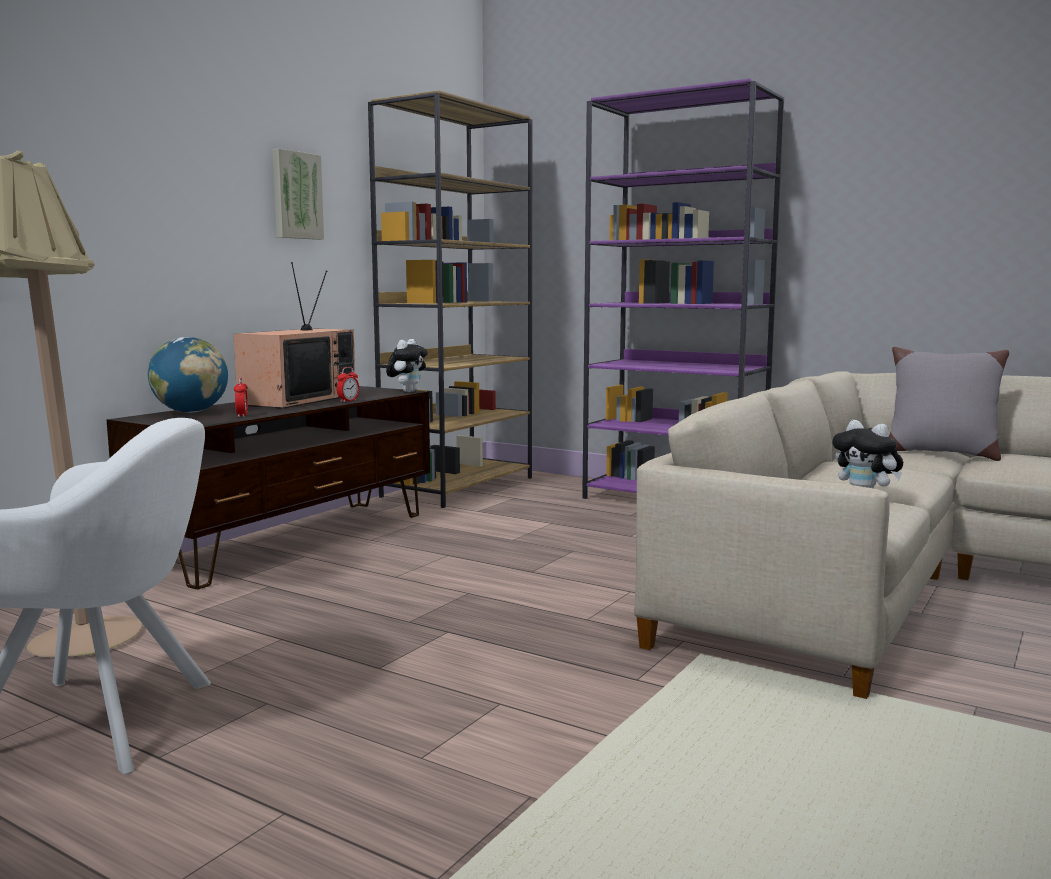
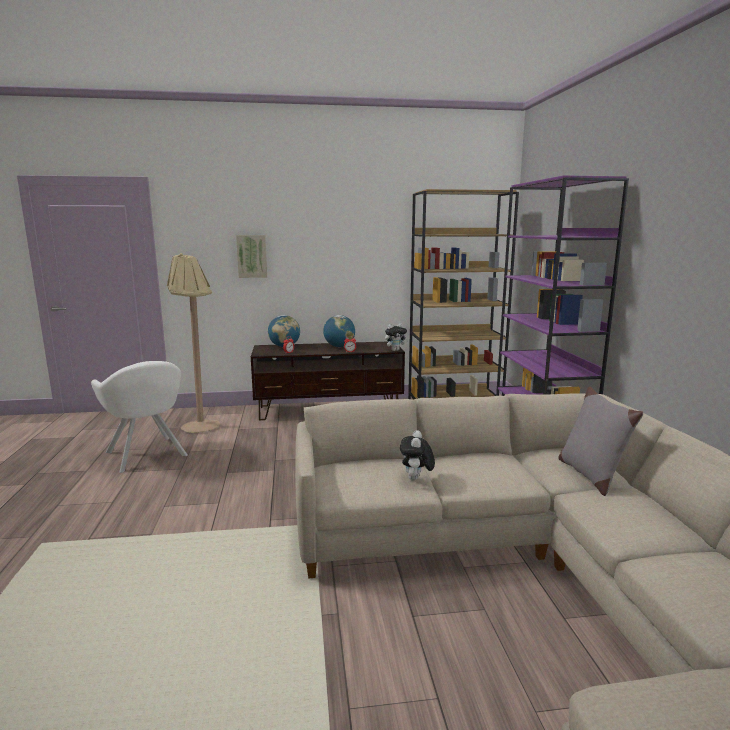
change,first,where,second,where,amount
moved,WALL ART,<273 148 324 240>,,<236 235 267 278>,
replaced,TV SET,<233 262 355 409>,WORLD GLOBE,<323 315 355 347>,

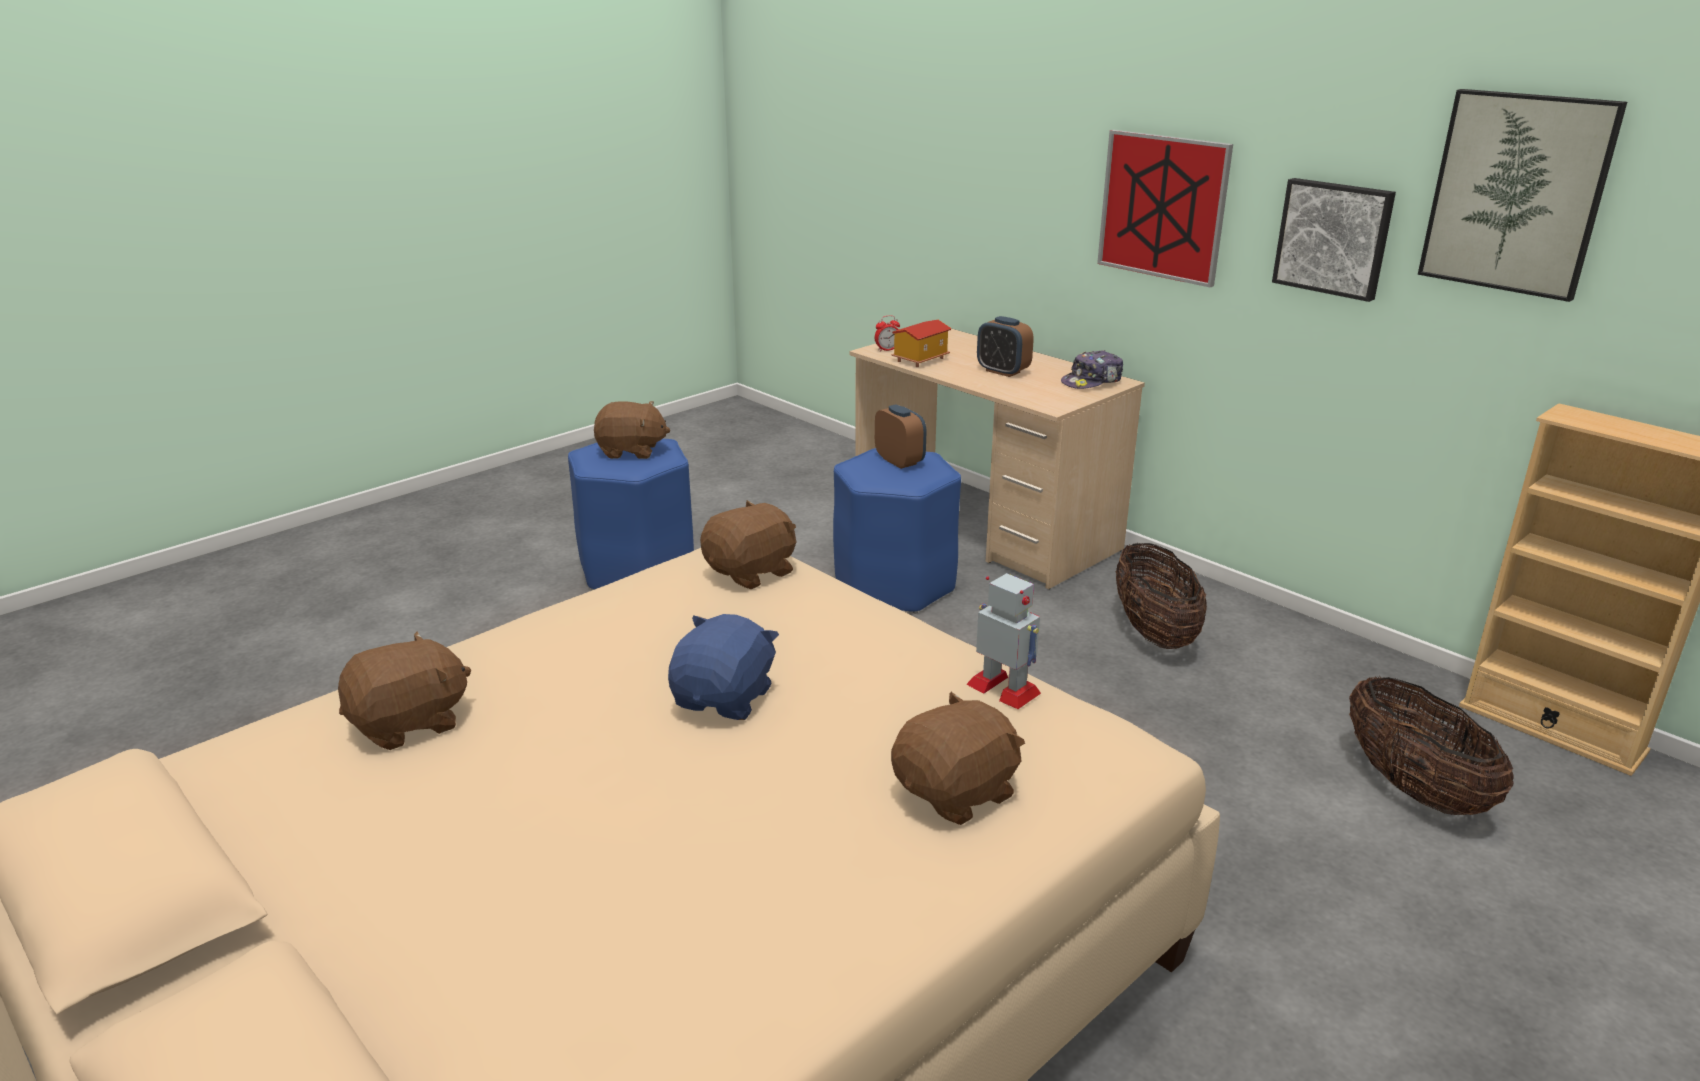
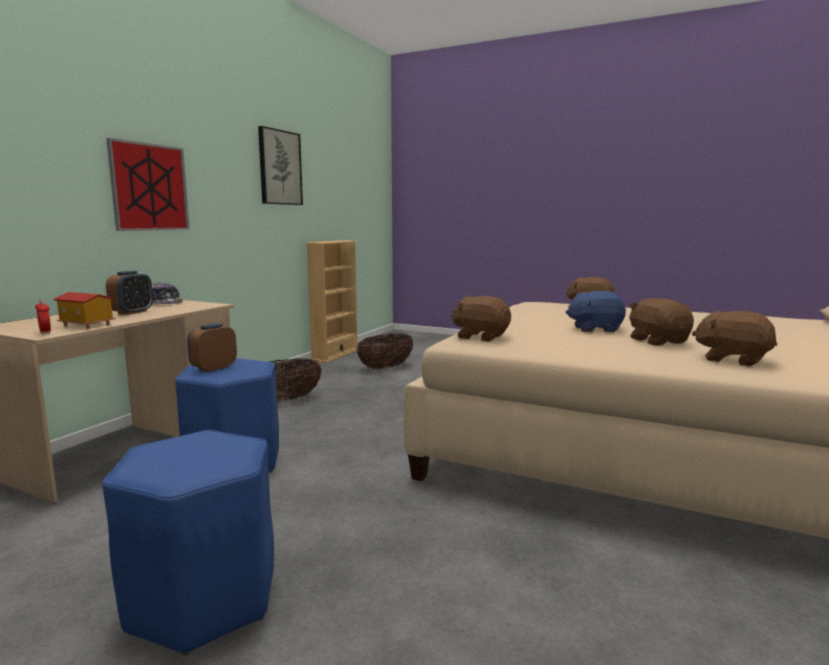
change,first,where,second,where,amount
removed,WALL ART,<1272 178 1396 302>,,,
moved,BROWN-COLOURED SOFT TOY,<594 401 670 459>,,<629 298 694 346>,
removed,ROBOT FIGURE,<966 573 1041 709>,,,

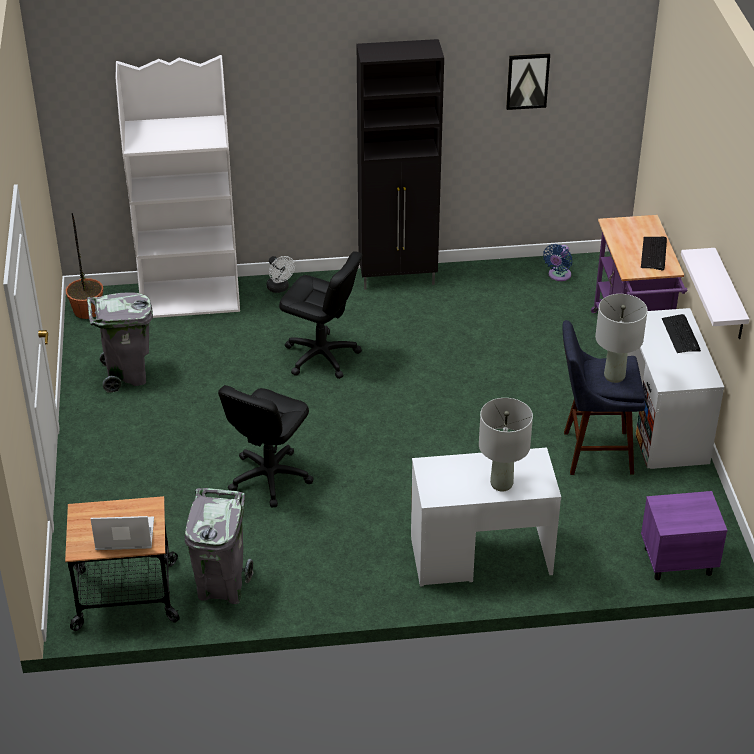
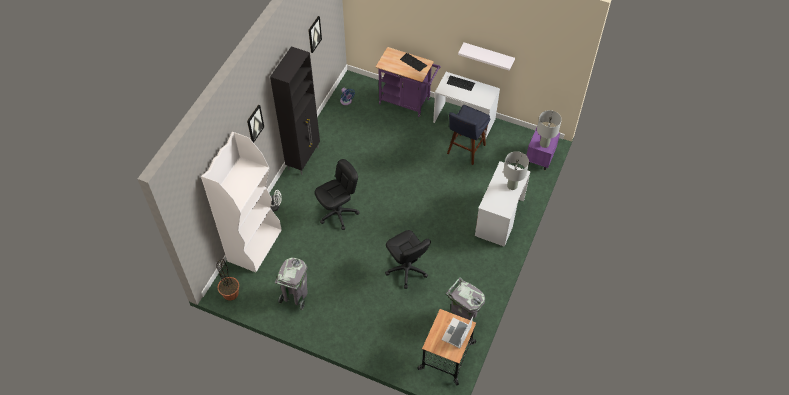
change,first,where,second,where,amount
moved,GREYISH LAMP FOR A TABLE,<595 294 648 383>,,<537 110 562 148>,
added,,,WALL ART,<247 105 264 143>,

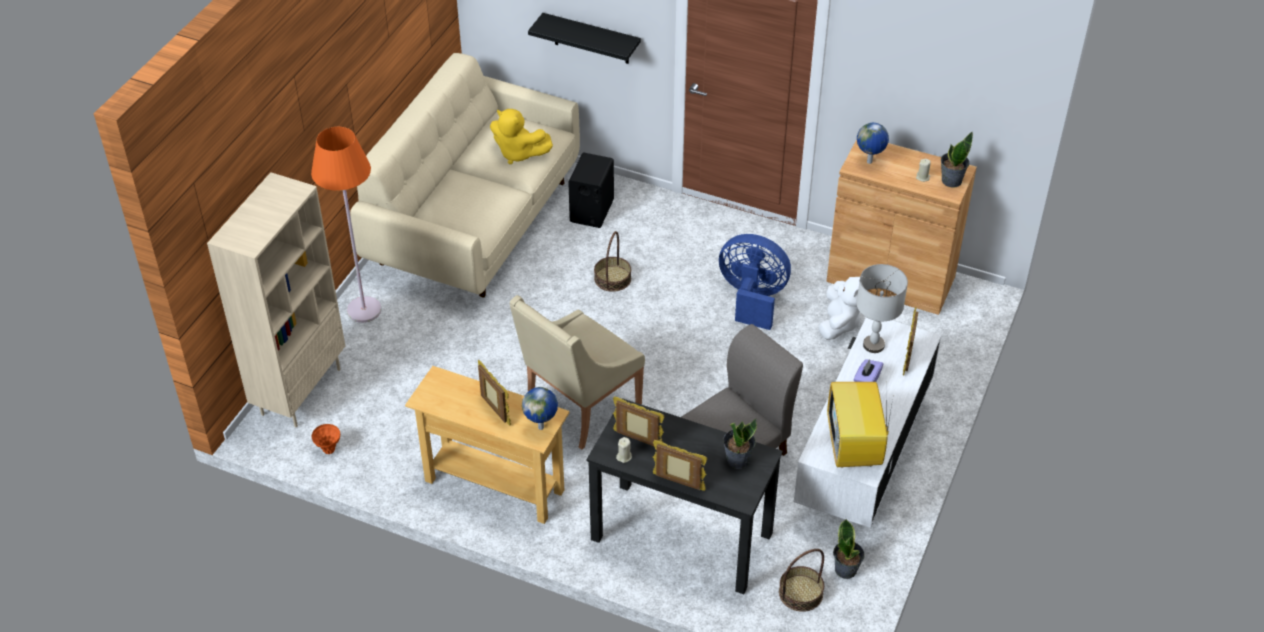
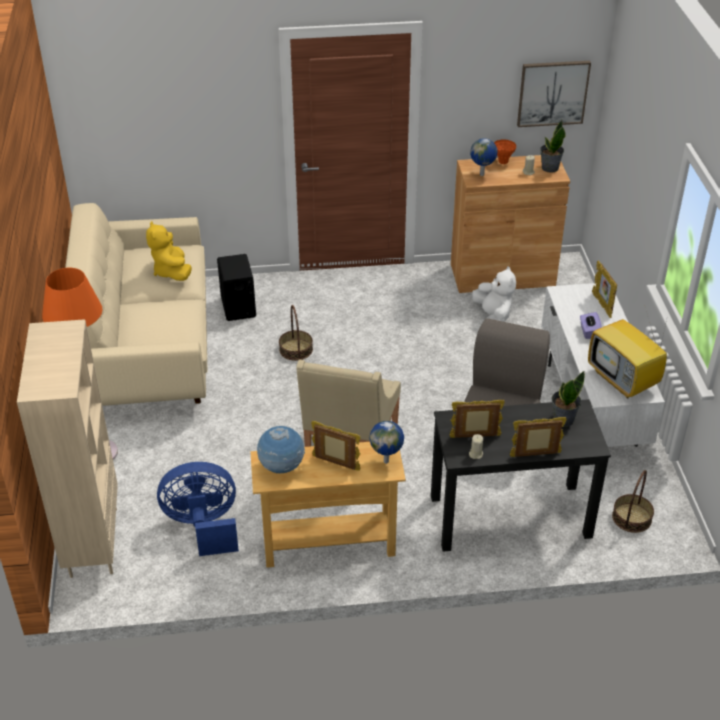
change,first,where,second,where,amount
removed,BLACK SHELF,<528 13 641 64>,,,
turned,YELLOW SOFT TOY,<490 109 553 164>,,<146 221 192 281>,75 degrees clockwise
moved,BLUE FAN,<719 234 791 330>,,<157 462 239 556>,
removed,GREYISH LAMP FOR A TABLE,<856 264 908 353>,,,
moved,ORANGEY VASE,<312 424 340 454>,,<494 139 516 164>,
removed,PLANT IN A POT,<833 519 865 579>,,,
added,,,WALL ART,<517 61 591 127>,
added,,,WORLD GLOBE,<257 426 305 473>,

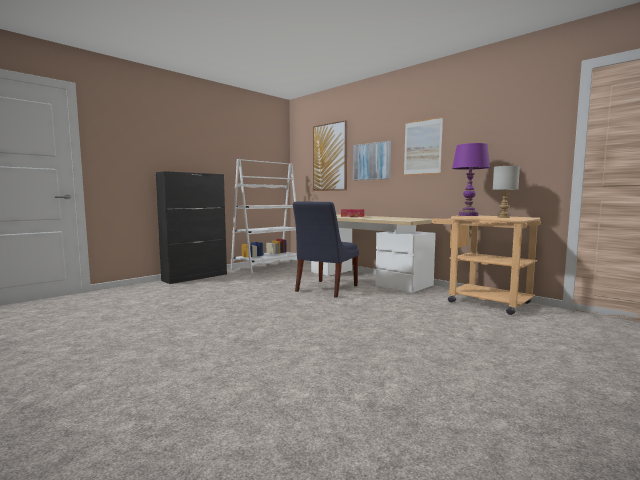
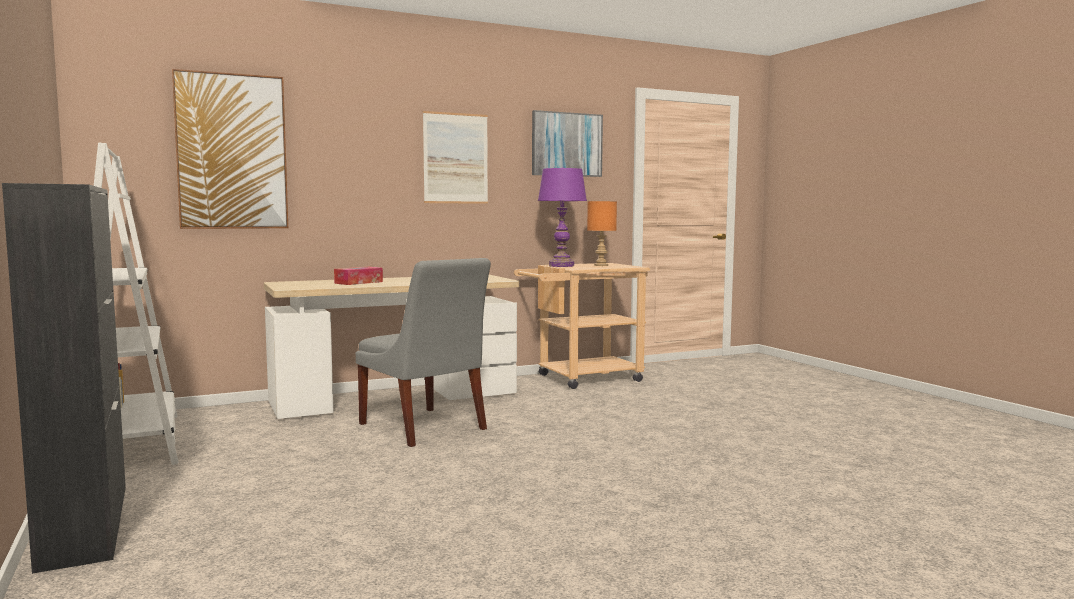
change,first,where,second,where,amount
moved,WALL ART,<353 141 391 180>,,<532 110 603 177>,
recoloured,GREYISH LAMP FOR A TABLE,<493 166 520 218>,ORANGEY LAMP FOR A TABLE,<587 201 617 266>,
recoloured,BLUE PLAIN CHAIR,<293 201 359 298>,GREYISH PLAIN CHAIR,<356 258 491 447>,

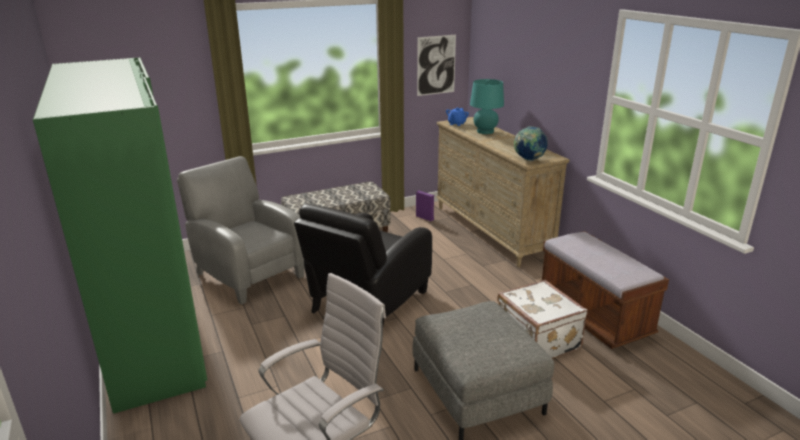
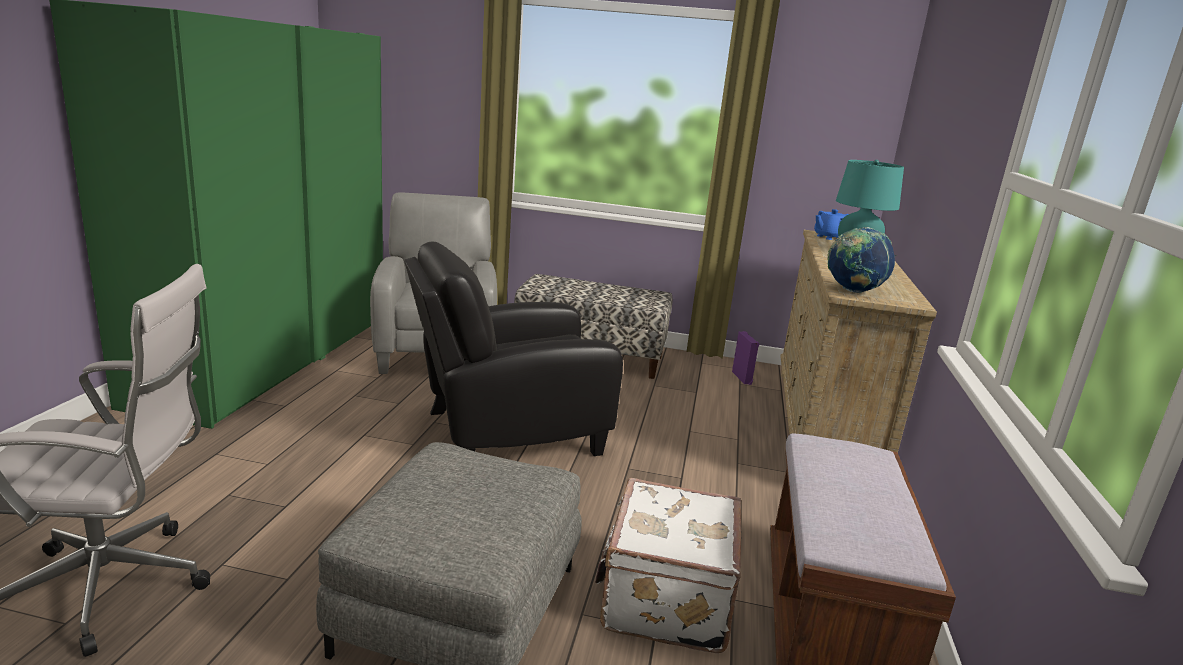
change,first,where,second,where,amount
removed,WALL ART,<417 35 456 96>,,,

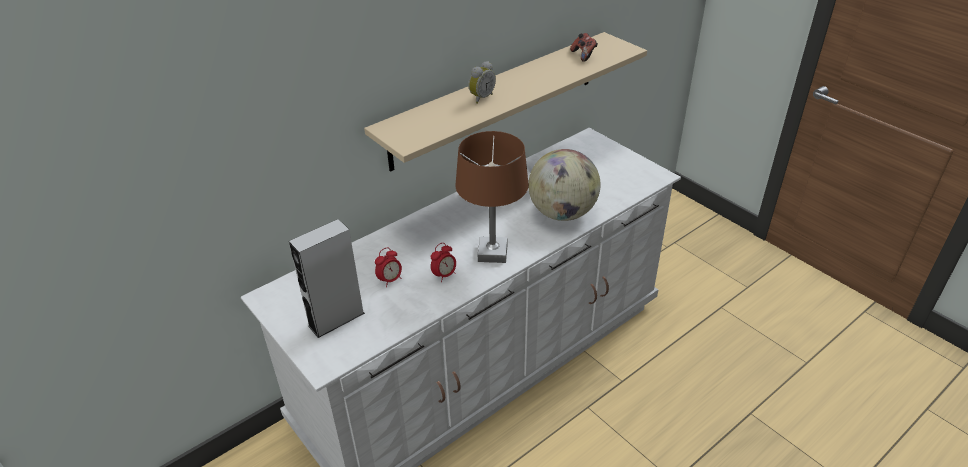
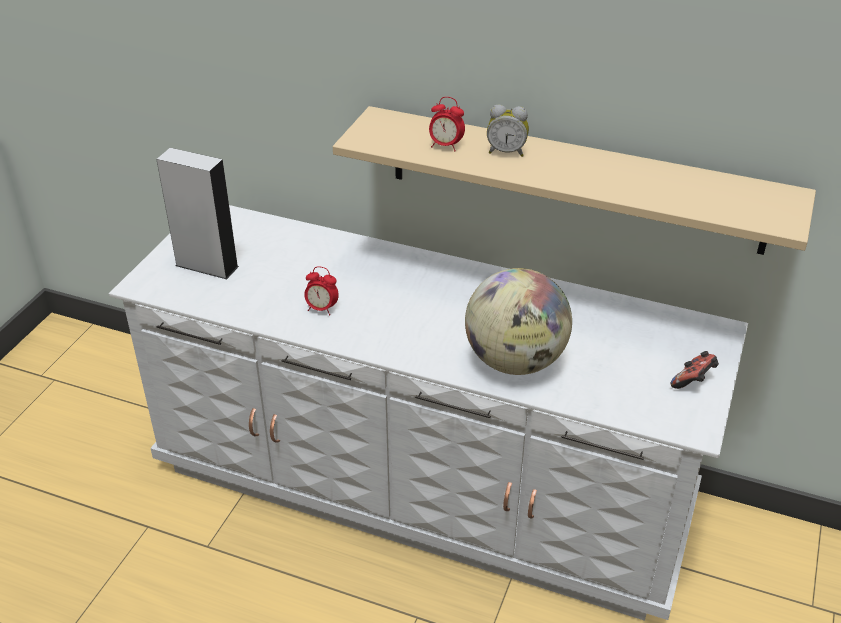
change,first,where,second,where,amount
moved,JOYPAD,<570 33 598 62>,,<671 351 719 389>,
removed,BROWN-COLOURED LAMP FOR A TABLE,<456 131 529 263>,,,
moved,ALARM CLOCK,<375 247 402 287>,,<429 97 465 151>,

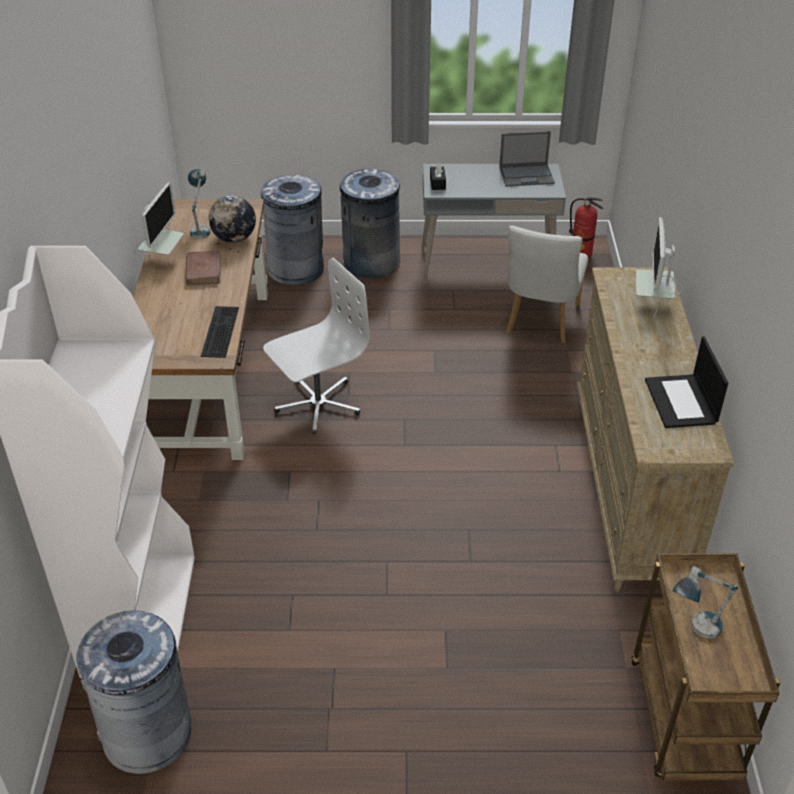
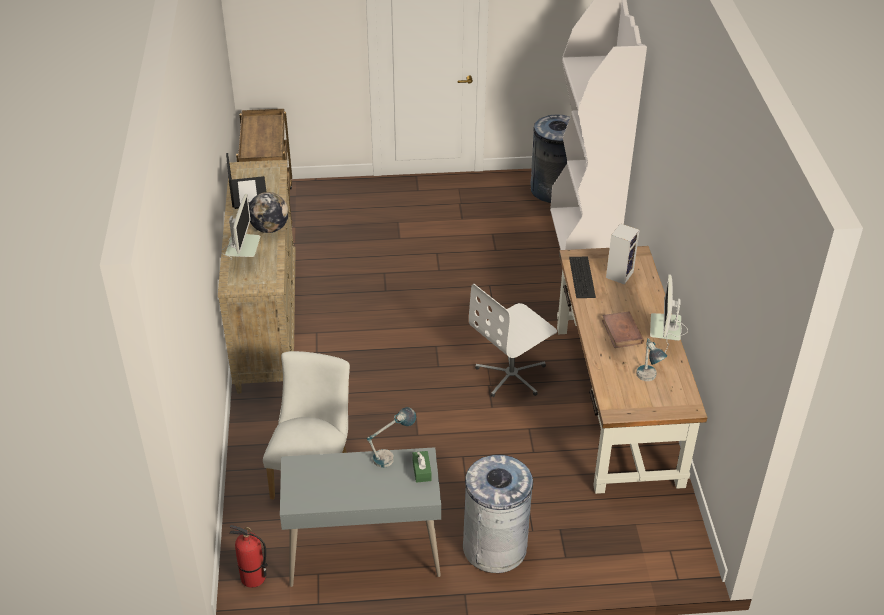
change,first,where,second,where,amount
removed,LAPTOP,<499 131 555 186>,,,
recoloured,BLACK TISSUE BOX,<430 163 446 190>,GREEN TISSUE BOX,<412 451 431 483>,
removed,GREYISH WASTE BIN,<261 175 324 285>,,,
moved,WORLD GLOBE,<209 195 256 243>,,<249 192 289 233>,
moved,LAMP FOR A TABLE,<672 566 738 639>,,<367 407 416 468>,
added,,,AUDIO SPEAKER,<606 223 639 285>,

